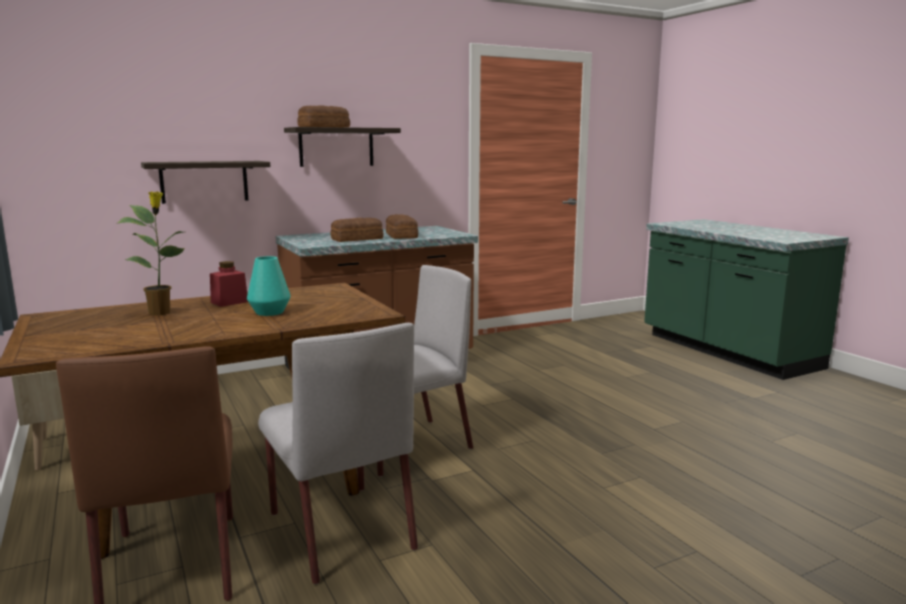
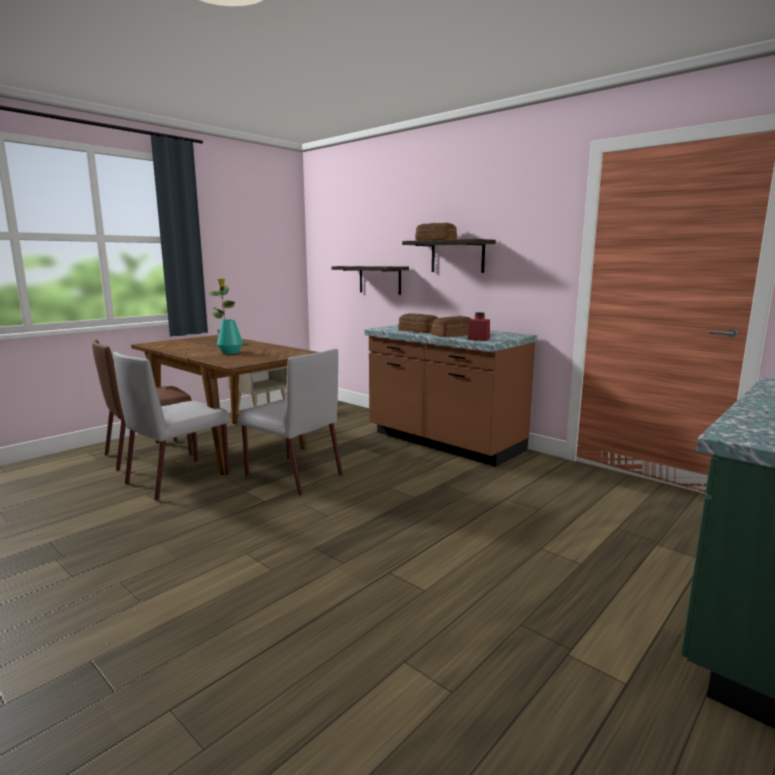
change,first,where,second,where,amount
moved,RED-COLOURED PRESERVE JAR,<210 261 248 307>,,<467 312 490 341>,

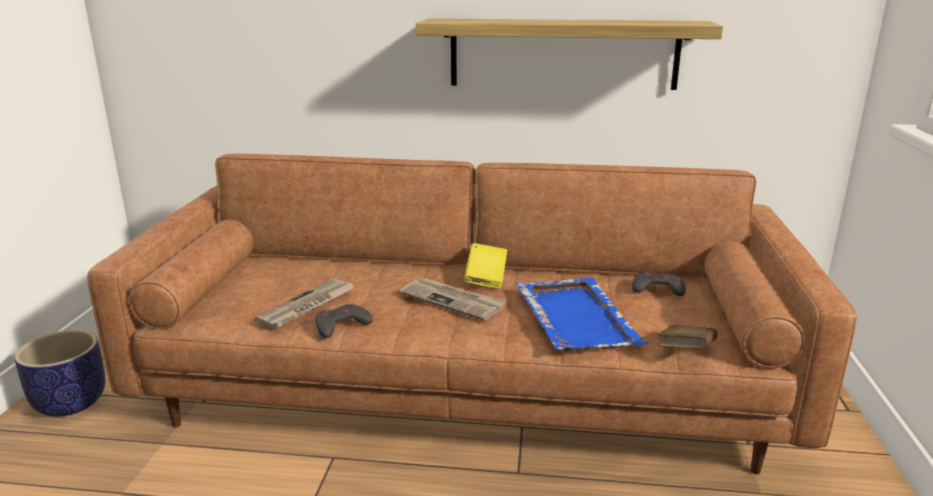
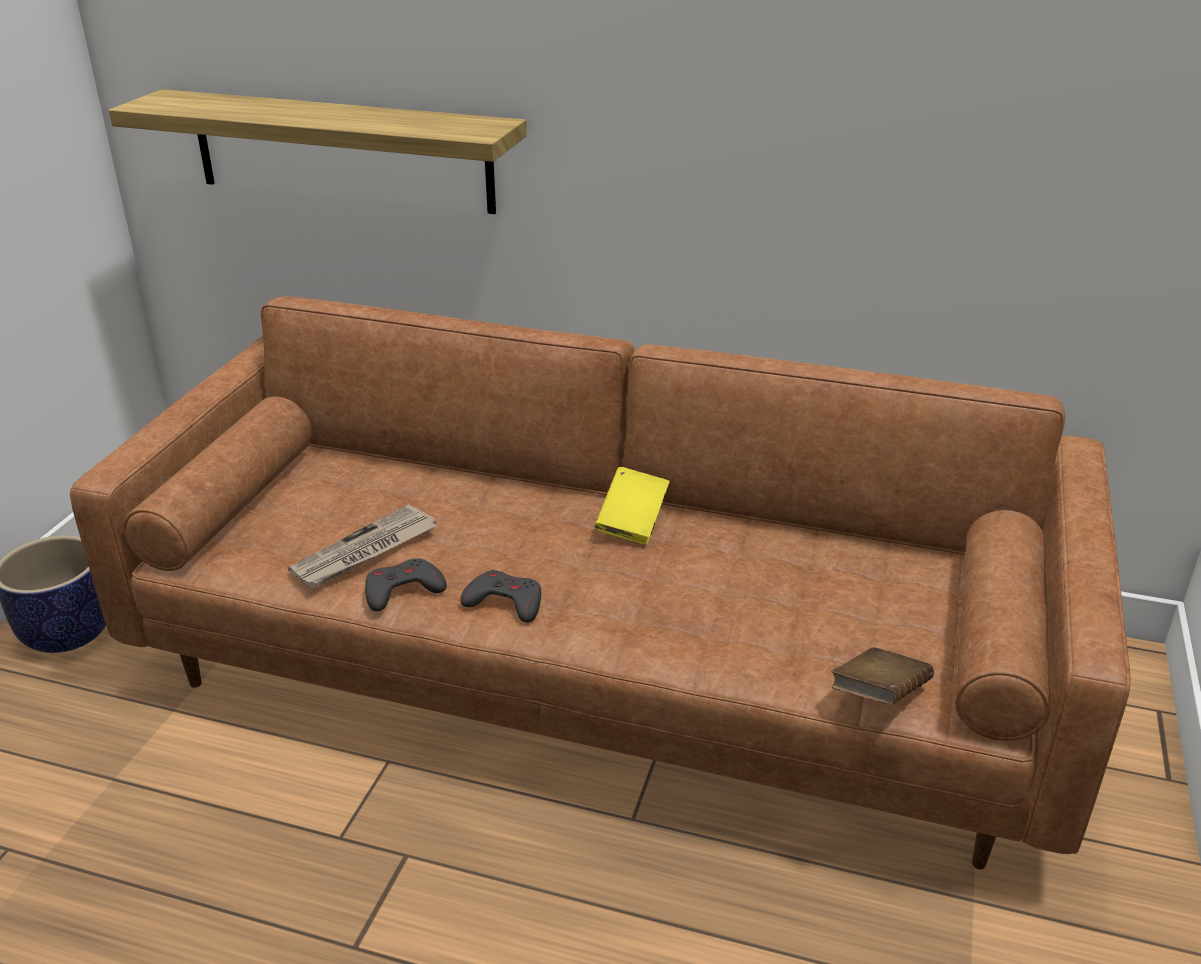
change,first,where,second,where,amount
moved,SHELF,<416 19 723 90>,,<109 89 527 214>,
moved,GREYISH JOYPAD,<632 271 686 296>,,<460 570 541 622>,
removed,BLUE TRAY,<516 277 649 352>,,,
removed,PRINTED PAPER,<399 278 507 321>,,,

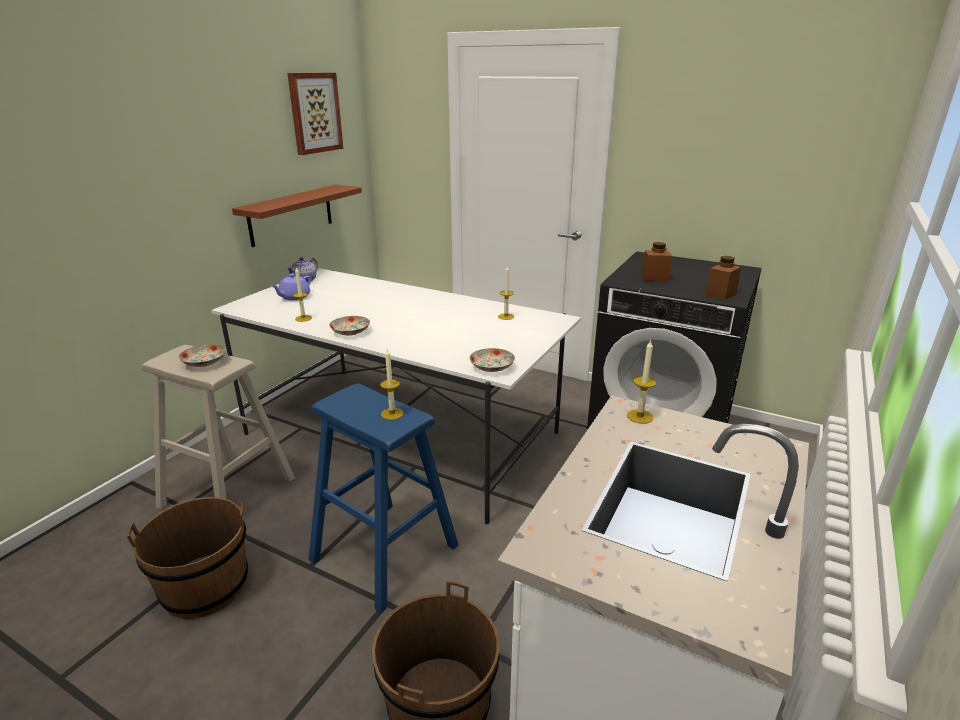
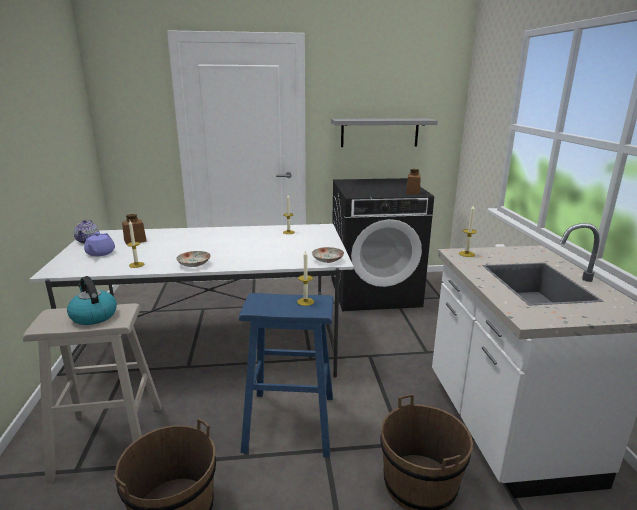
change,first,where,second,where,amount
removed,WALL ART,<287 73 343 155>,,,
removed,BROWN-COLOURED SHELF,<232 184 362 247>,,,
moved,BROWN-COLOURED PRESERVE JAR,<641 242 672 281>,,<122 214 147 245>,
replaced,DINNER PLATE,<179 344 226 367>,WATER KETTLE,<67 276 117 325>,
added,,,GREYISH SHELF,<331 118 438 147>,

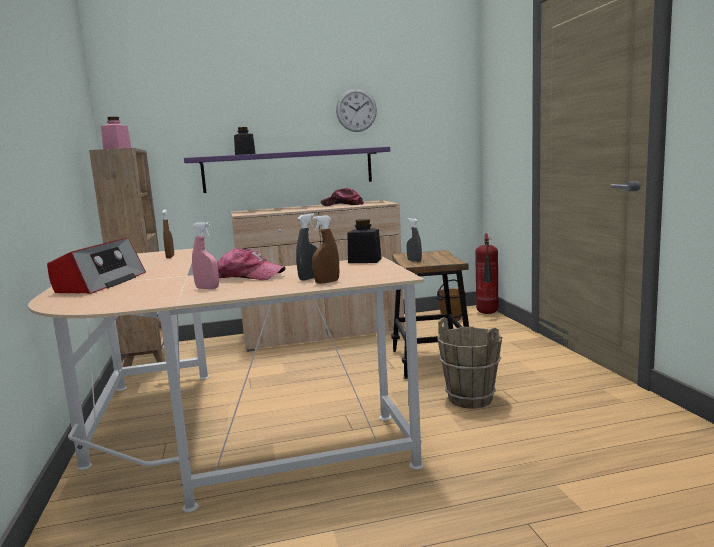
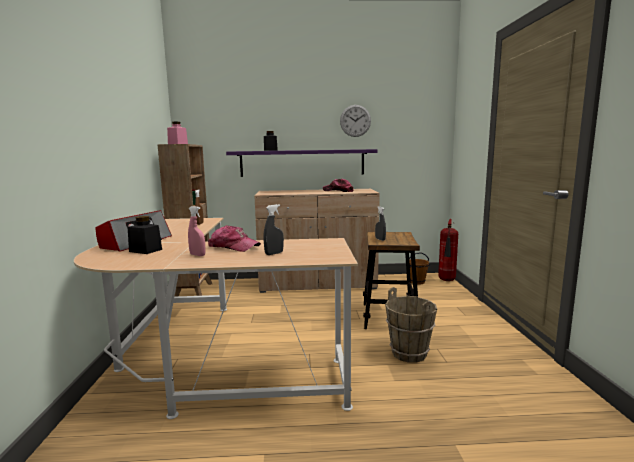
change,first,where,second,where,amount
removed,BROWN-COLOURED SPRAY BOTTLE,<312 215 339 284>,,,
moved,BLACK PRESERVE JAR,<348 219 382 263>,,<128 216 162 254>,

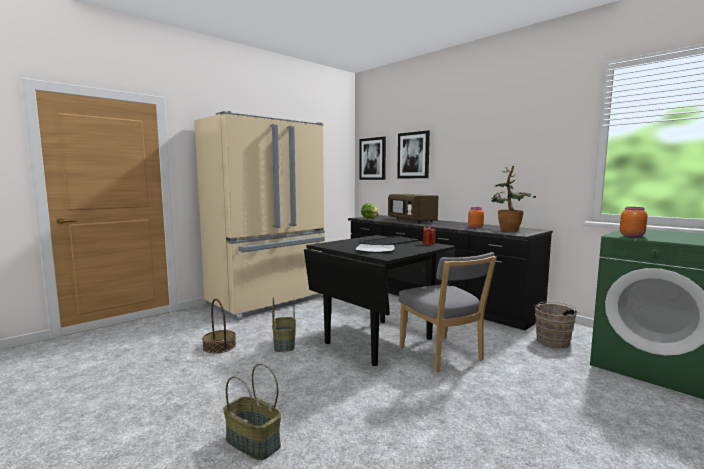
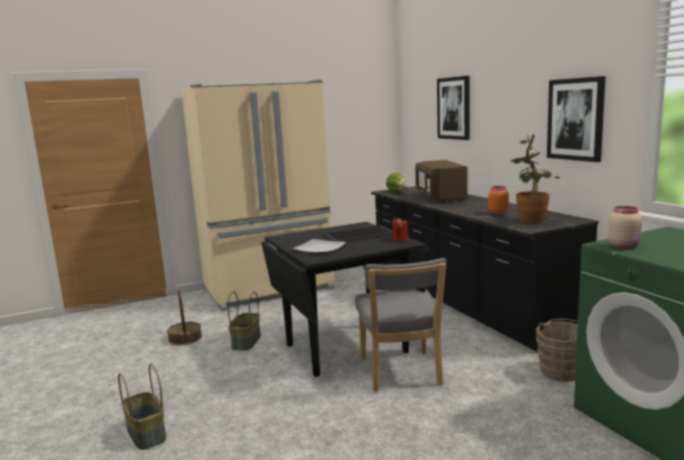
change,first,where,second,where,amount
moved,WALL ART,<359 137 386 180>,,<547 76 605 162>,
recoloured,ORANGEY PRESERVE JAR,<620 207 648 237>,BEIGE PRESERVE JAR,<608 206 642 249>,

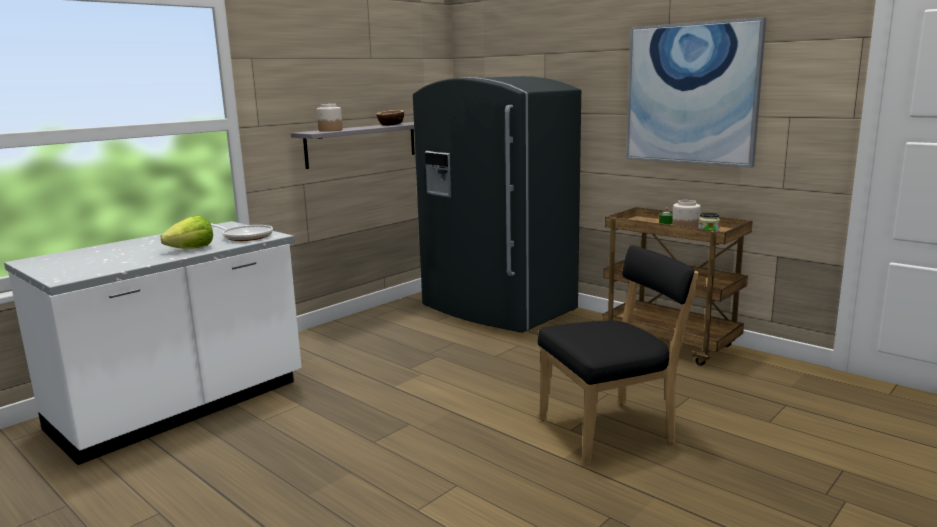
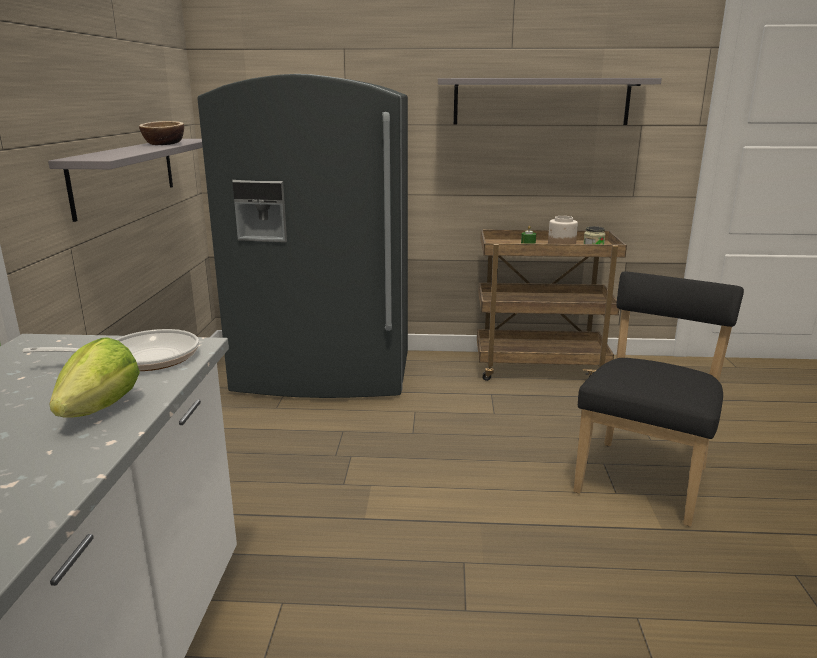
change,first,where,second,where,amount
replaced,WALL ART,<626 17 766 167>,GREYISH SHELF,<438 78 662 125>,
removed,PRESERVE JAR,<317 104 342 132>,,,

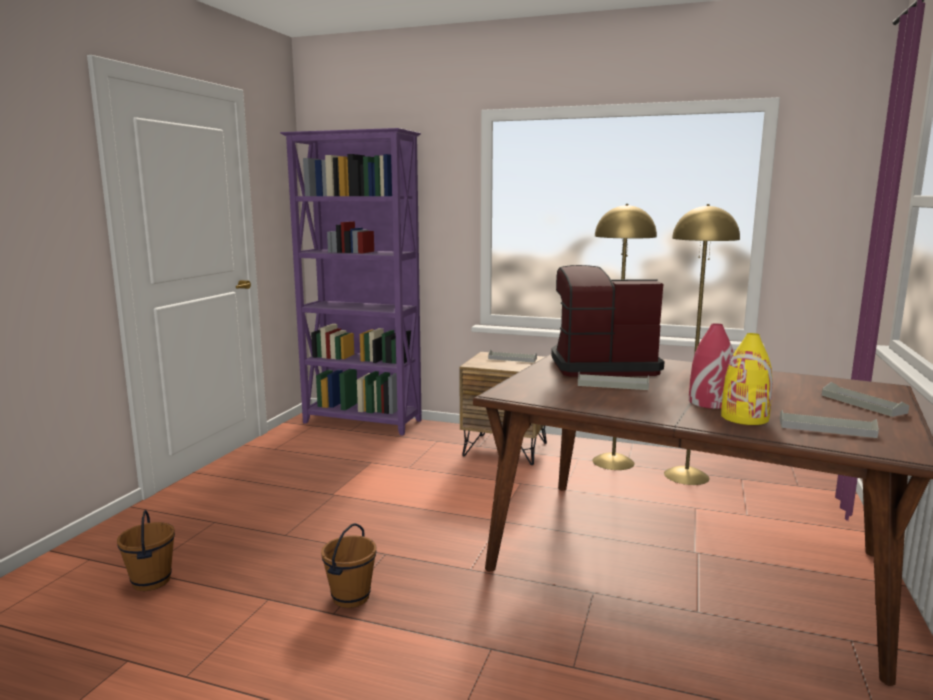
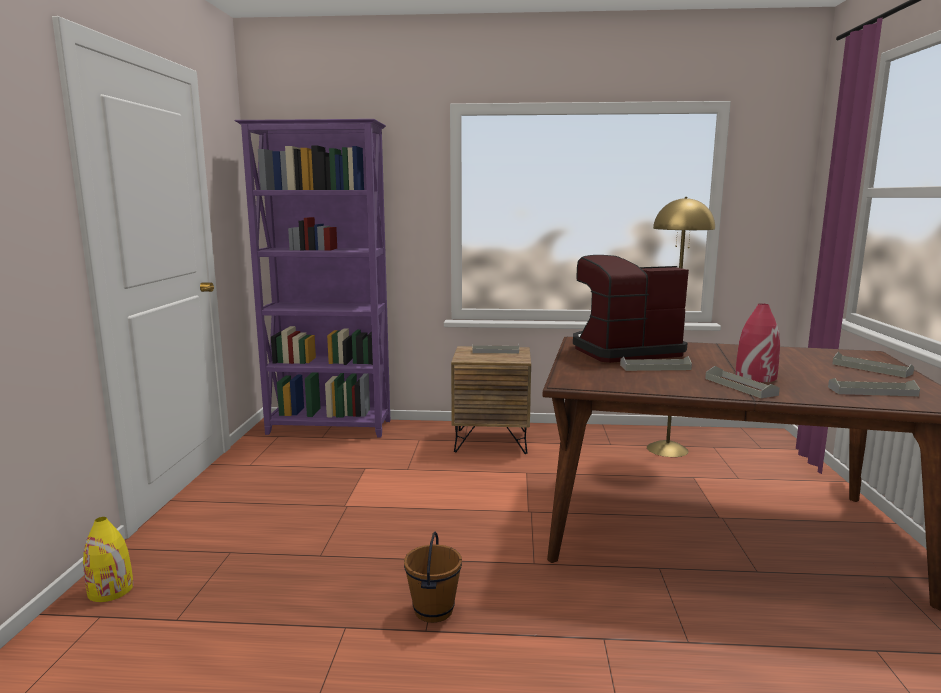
change,first,where,second,where,amount
removed,YELLOW FLOOR LAMP,<592 204 657 470>,,,
moved,YELLOW VASE,<721 333 773 425>,,<83 517 133 602>,
removed,BROWN-COLOURED BUCKET,<117 510 175 591>,,,
added,,,GREYISH TRAY,<705 366 780 398>,

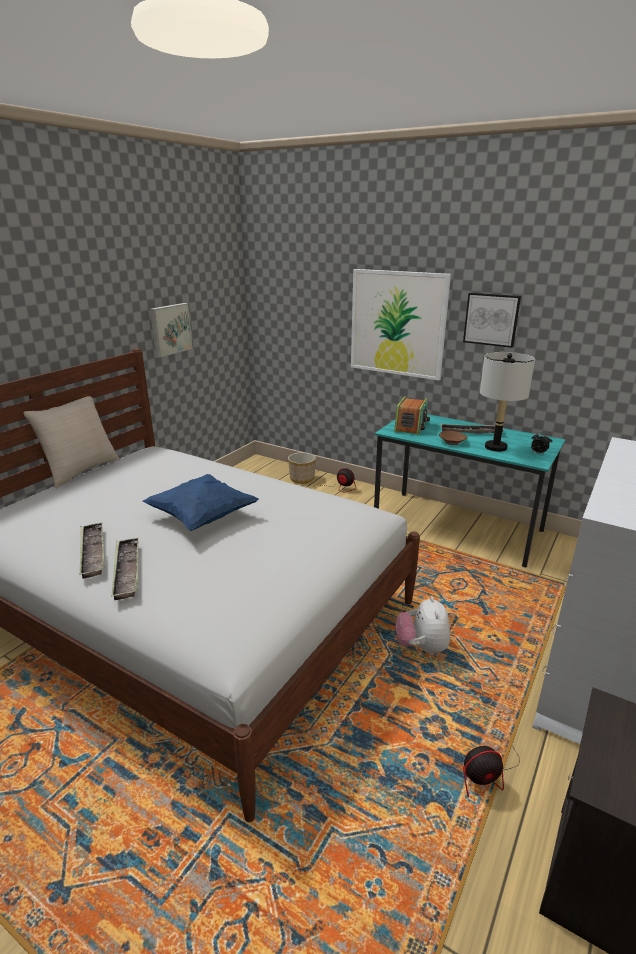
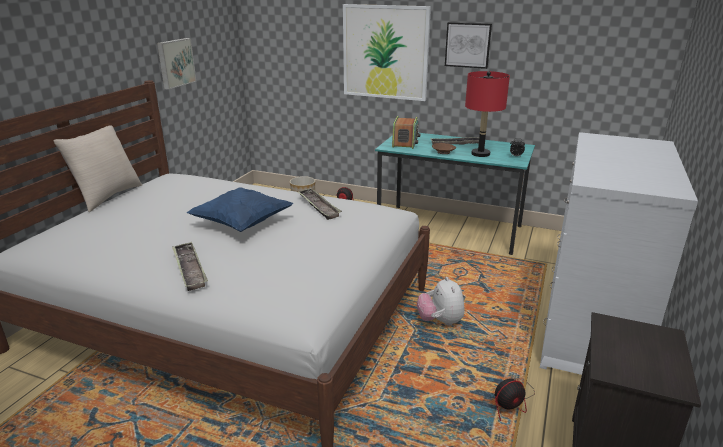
change,first,where,second,where,amount
recoloured,GREYISH LAMP FOR A TABLE,<480 352 535 452>,RED-COLOURED LAMP FOR A TABLE,<465 71 510 157>,
moved,TRAY,<79 522 104 579>,,<297 188 342 220>,

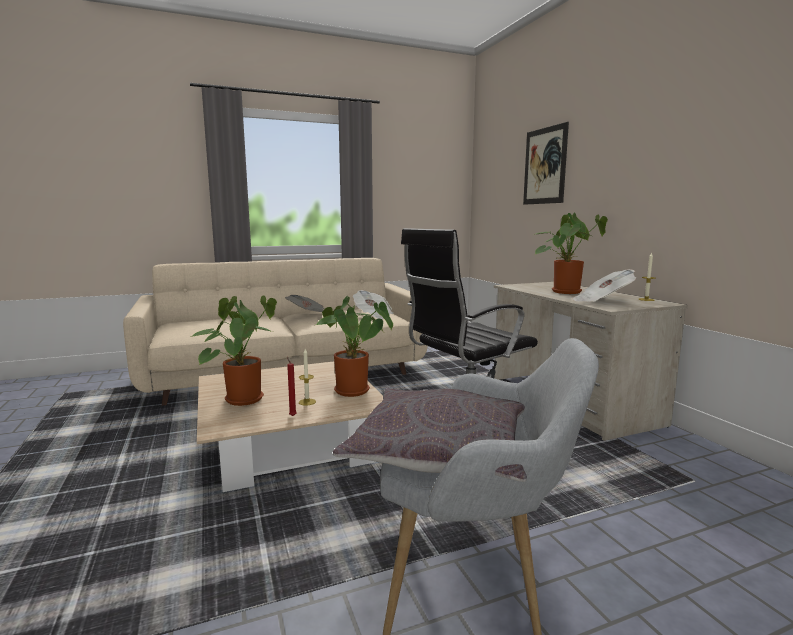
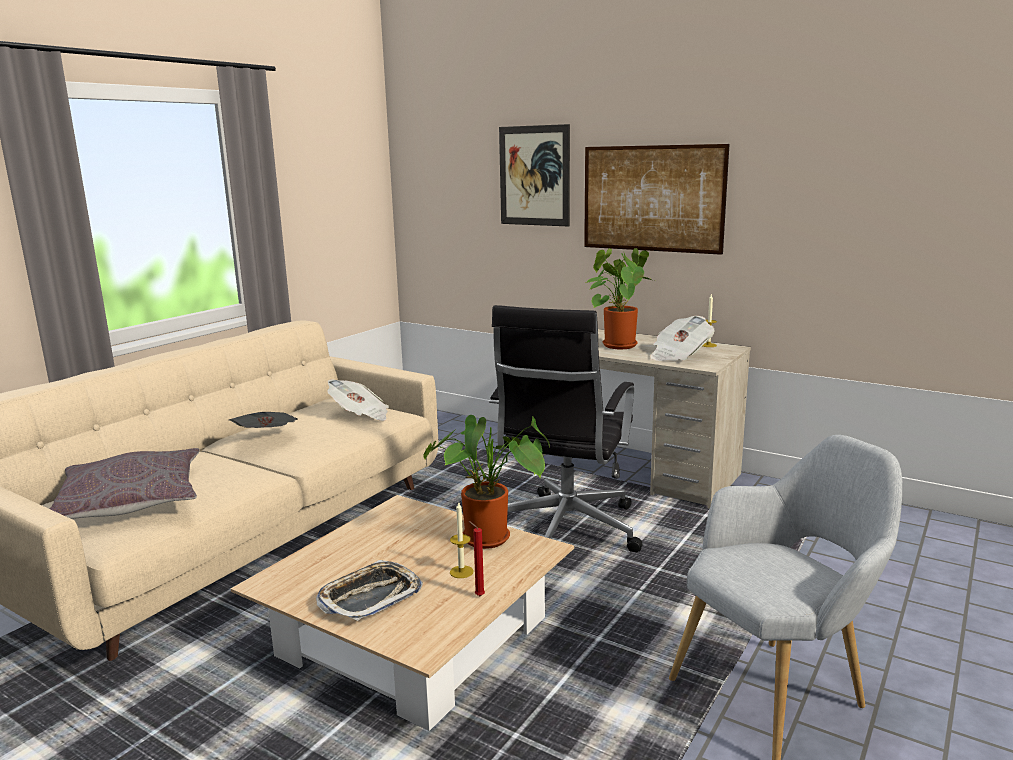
change,first,where,second,where,amount
replaced,PLANT IN A POT,<190 295 277 406>,TRAY,<316 560 423 621>,
moved,GREYISH PILLOW,<333 388 527 482>,,<50 448 200 519>,
added,,,WALL ART,<584 144 729 255>,

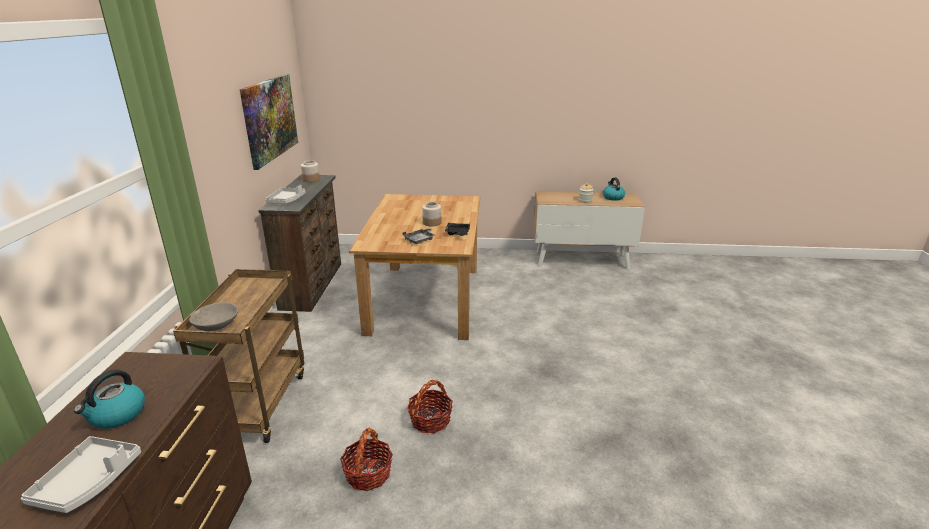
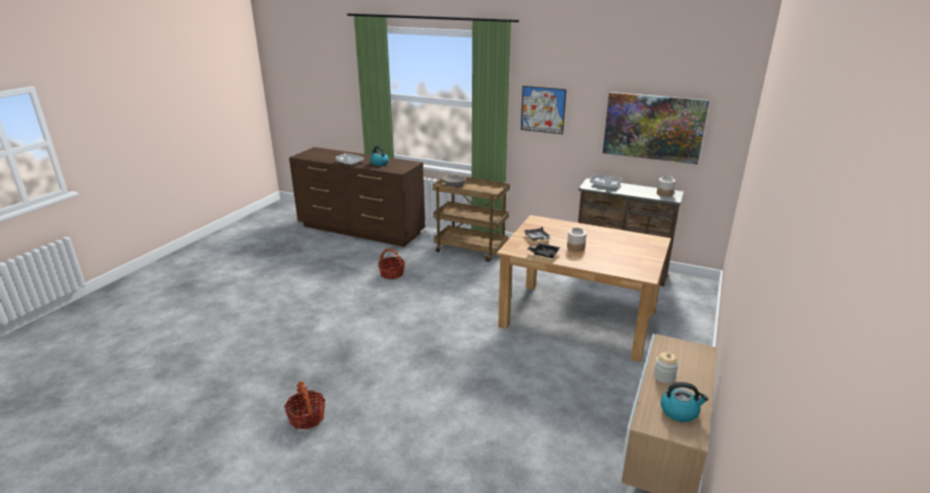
change,first,where,second,where,amount
moved,HOUSEHOLD BASKET,<407 380 453 433>,,<284 381 326 429>,
added,,,WALL ART,<521 86 566 134>,

